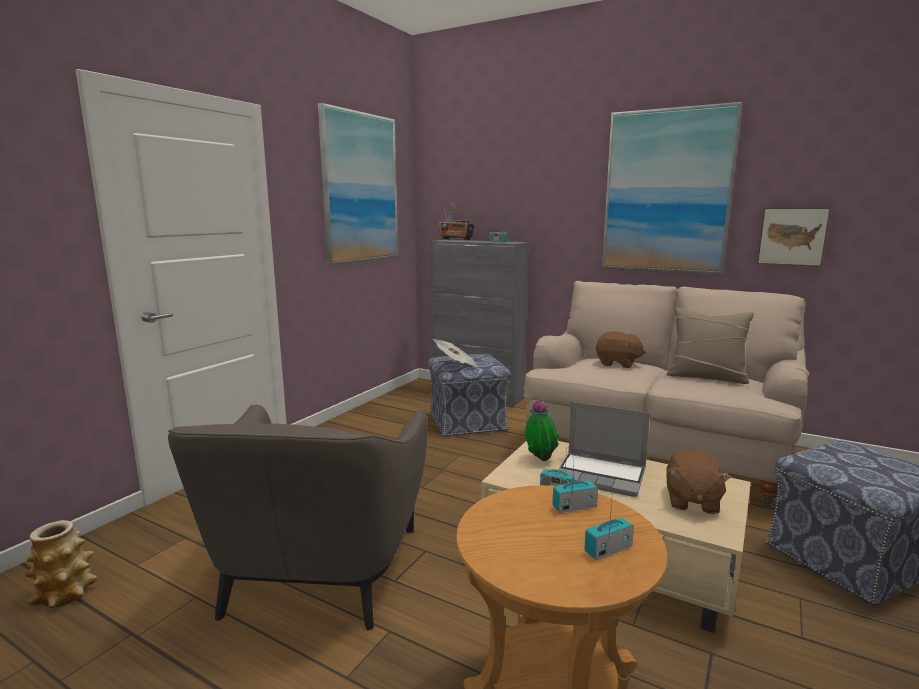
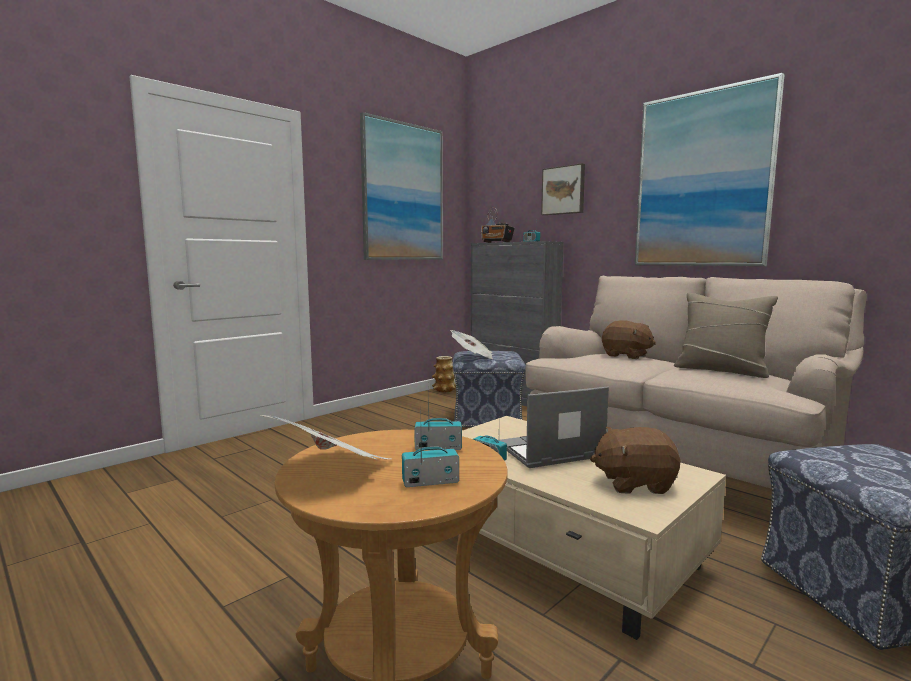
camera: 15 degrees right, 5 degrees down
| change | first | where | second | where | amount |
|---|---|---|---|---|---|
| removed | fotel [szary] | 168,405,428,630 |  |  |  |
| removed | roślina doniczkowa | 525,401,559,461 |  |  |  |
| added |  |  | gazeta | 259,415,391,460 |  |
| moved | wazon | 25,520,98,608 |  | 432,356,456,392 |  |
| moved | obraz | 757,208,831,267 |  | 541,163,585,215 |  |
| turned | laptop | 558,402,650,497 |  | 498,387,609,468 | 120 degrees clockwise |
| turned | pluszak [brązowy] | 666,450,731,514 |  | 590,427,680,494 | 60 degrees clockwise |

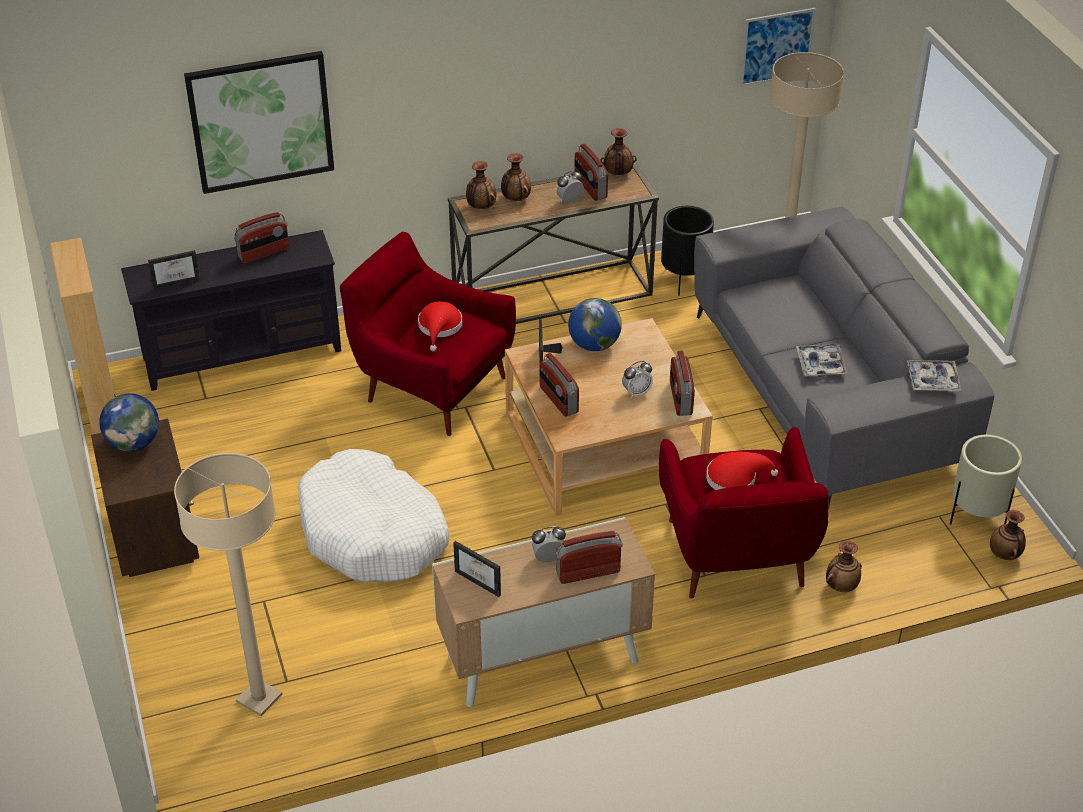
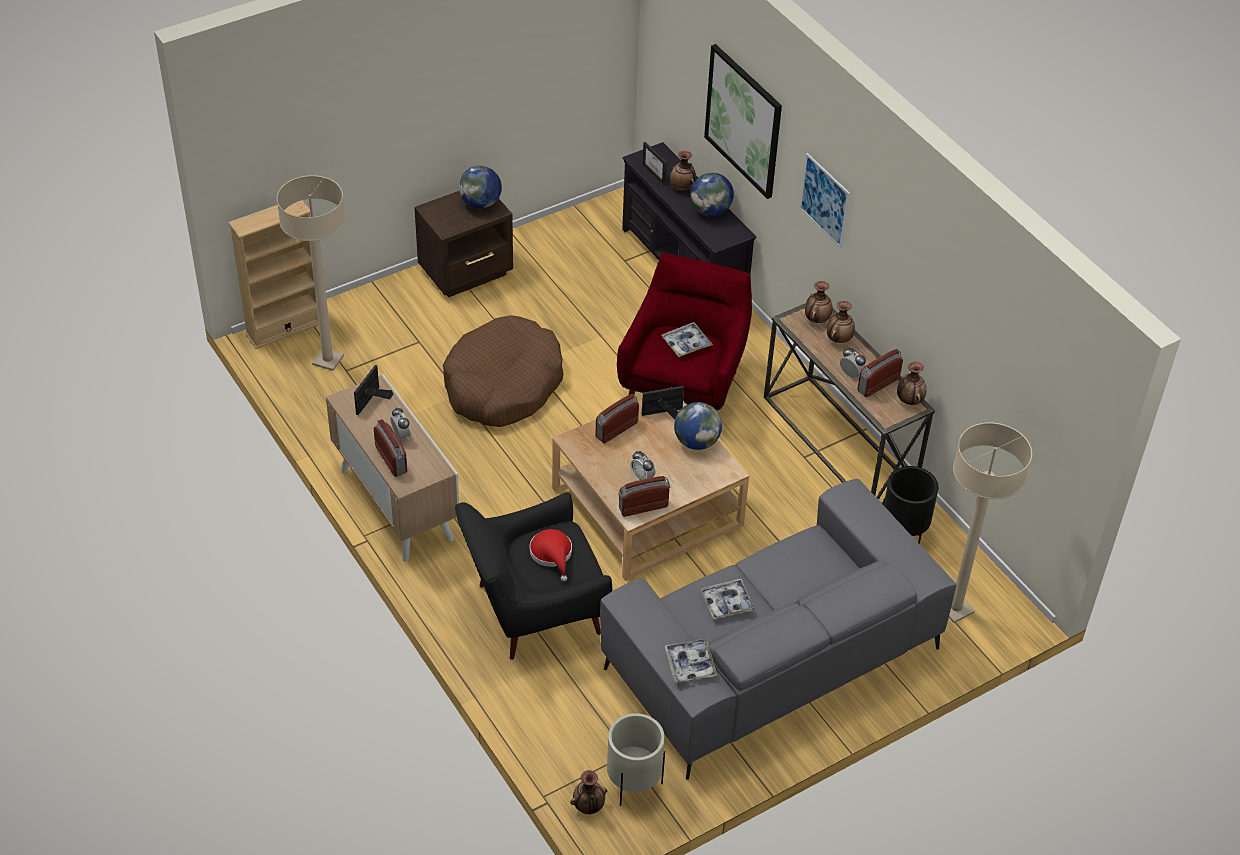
camera: 75 degrees right, 5 degrees up
| change | first | where | second | where | amount |
|---|---|---|---|---|---|
| moved | regał [beżowy] | 50,238,116,434 |  | 228,200,319,349 |  |
| moved | obraz | 740,8,816,87 |  | 799,153,850,249 |  |
| moved | wazon | 826,541,862,592 |  | 670,151,696,190 |  |
| replaced | radio | 234,212,289,263 | globus | 690,173,734,216 |  |
| replaced | kapelusz [czerwony] | 418,301,463,351 | taca | 661,322,713,357 |  |
| recoloured | legowisko [biały] | 298,449,450,582 | legowisko [brązowy] | 443,315,564,427 |  |
| recoloured | fotel [czerwony] | 659,427,828,598 | fotel [czarny] | 455,492,612,660 |  |

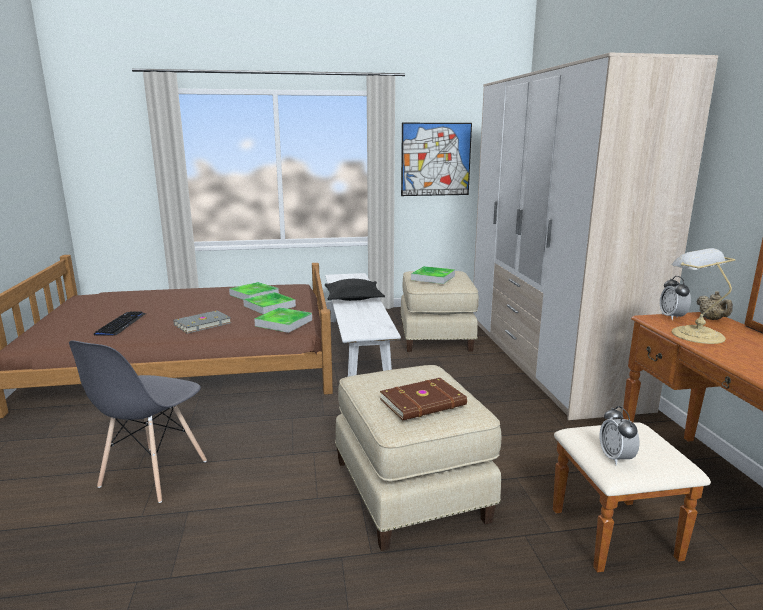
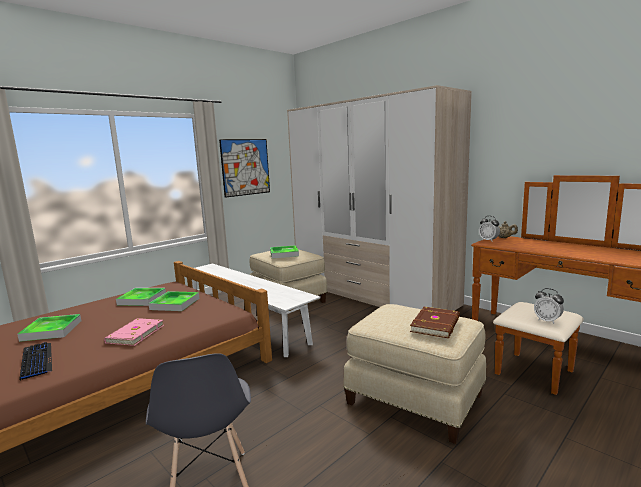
camera: 35 degrees left, 5 degrees down
| change | first | where | second | where | amount |
|---|---|---|---|---|---|
| removed | poduszka [czarny] | 325,279,385,301 |  |  |  |
| removed | lampa stołowa | 671,248,735,344 |  |  |  |
| moved | taca | 254,307,312,333 |  | 17,314,81,342 |  |
| recoloured | książka [szary] | 173,310,231,333 | książka [różowy] | 104,318,164,346 |  |

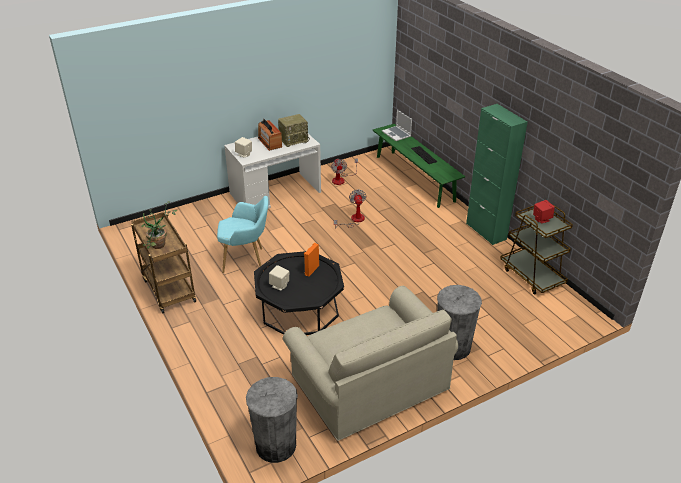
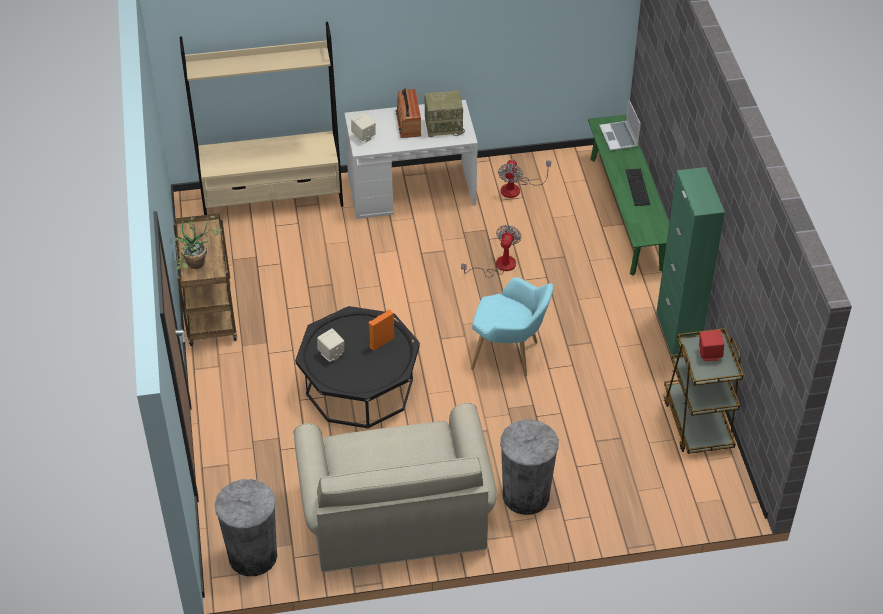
camera: 20 degrees right, 10 degrees up
| change | first | where | second | where | amount |
|---|---|---|---|---|---|
| added |  |  | regał [beżowy] | 180,22,343,215 |  |
| moved | fotel [turkusowy] | 217,196,268,273 |  | 471,277,554,377 |  |

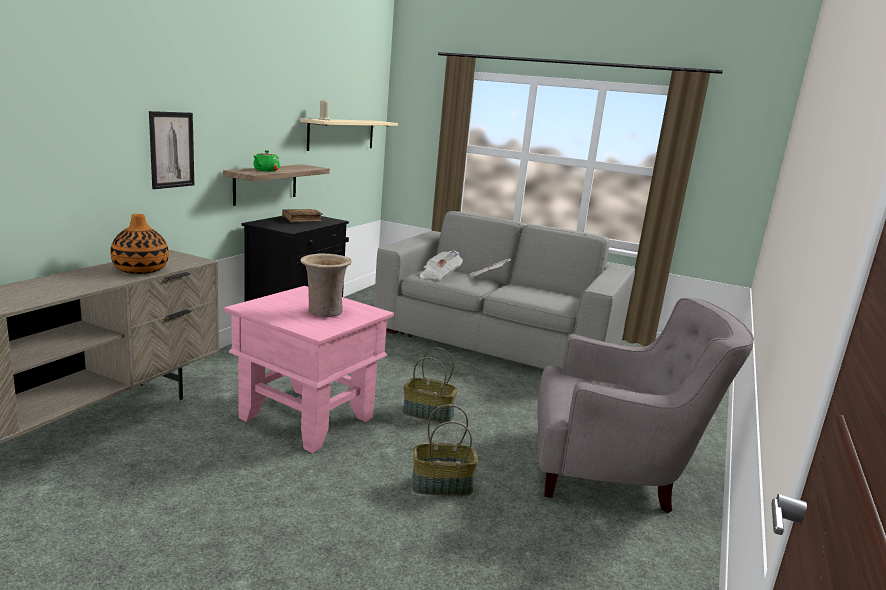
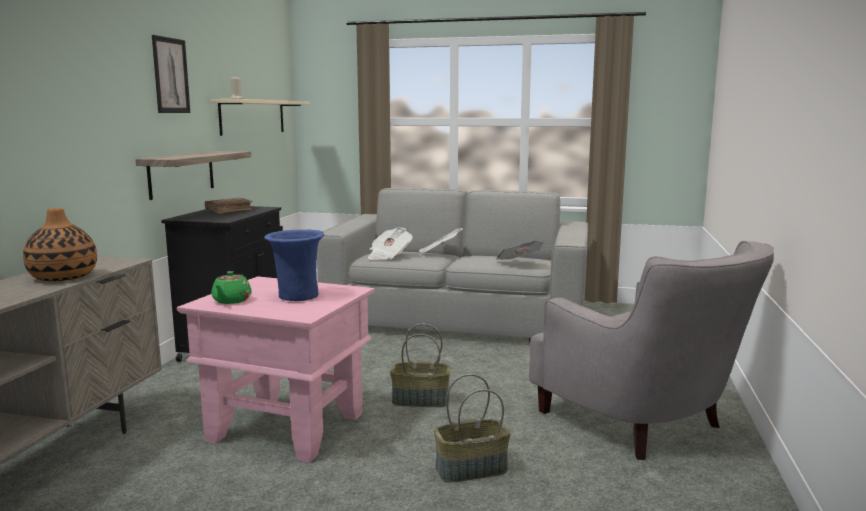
camera: 10 degrees left, 5 degrees down
| change | first | where | second | where | amount |
|---|---|---|---|---|---|
| added |  |  | gazeta | 496,241,543,260 |  |
| moved | obraz | 149,111,194,189 |  | 152,35,190,113 |  |
| moved | imbryk [zielony] | 253,150,280,172 |  | 211,271,252,304 |  |
| recoloured | wazon [beżowy] | 300,254,352,317 | wazon [niebieski] | 264,230,324,301 |  |
| turned | fotel [szary] | 537,298,754,513 |  | 529,241,774,460 | 60 degrees clockwise |

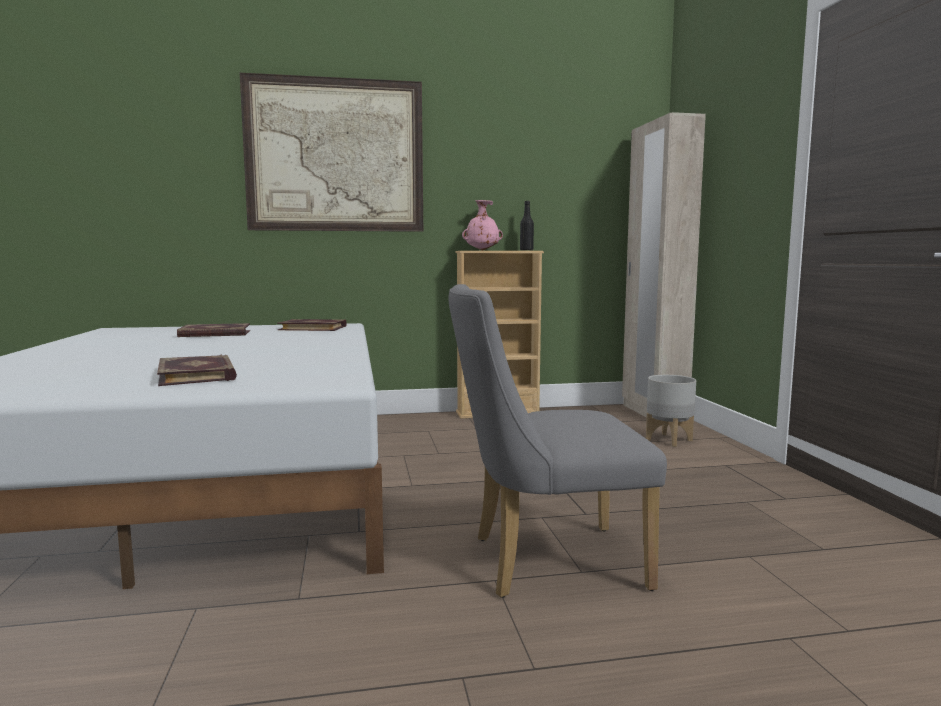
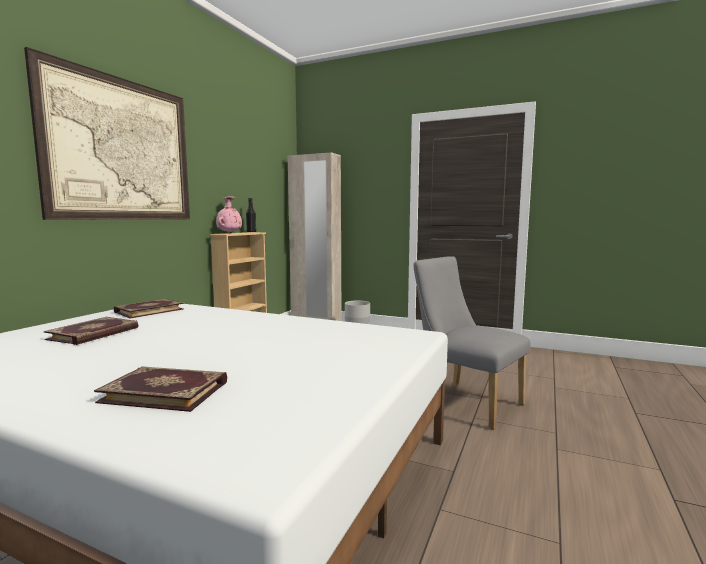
camera: 55 degrees left, 0 degrees up
| change | first | where | second | where | amount |
|---|---|---|---|---|---|
| moved | książka | 157,355,237,386 |  | 94,366,227,412 |  |
| turned | krzesło [szary] | 449,284,667,598 |  | 413,256,530,430 | 105 degrees clockwise |

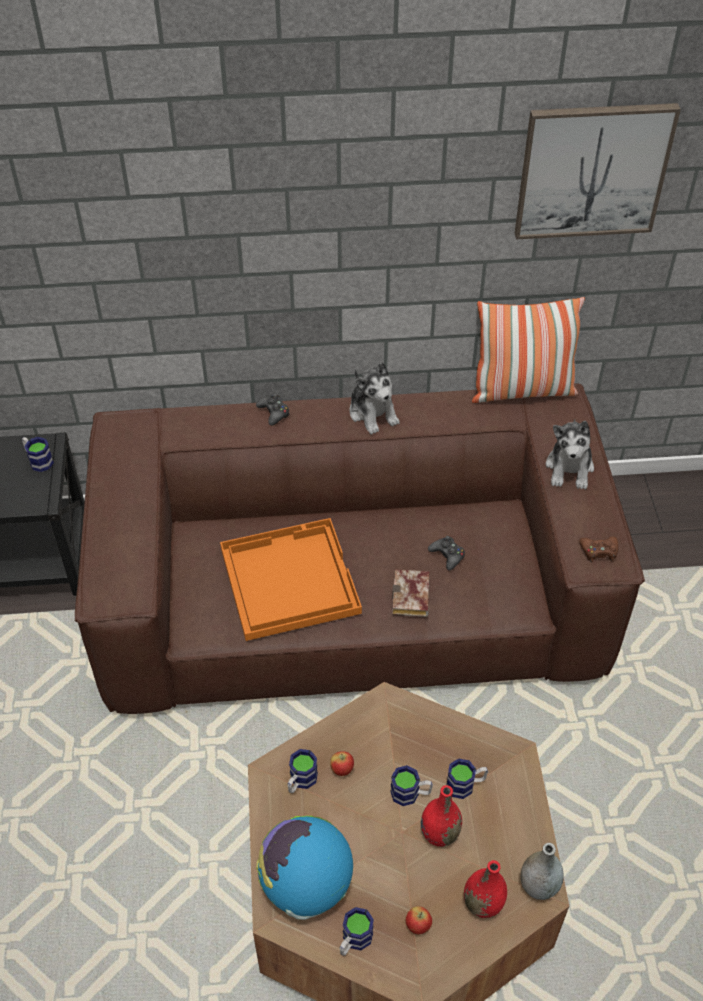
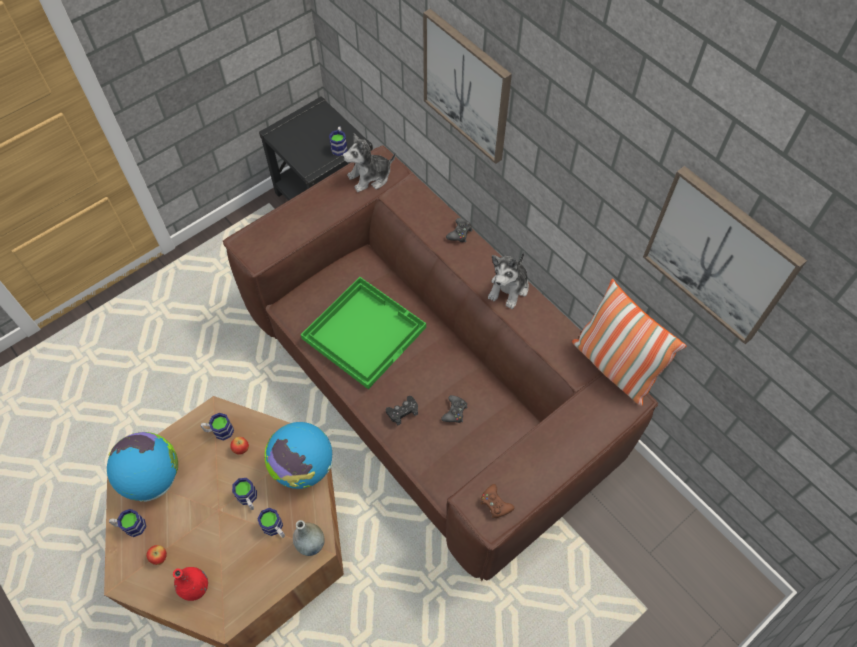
camera: 55 degrees right, 10 degrees up
| change | first | where | second | where | amount |
|---|---|---|---|---|---|
| removed | wazon [czerwony] | 421,785,462,847 |  |  |  |
| added |  |  | globus | 264,422,332,489 |  |
| added |  |  | obraz | 423,9,512,164 |  |
| moved | wazon [szary] | 520,843,564,900 |  | 293,520,324,556 |  |
| moved | pluszak | 546,419,594,489 |  | 343,133,396,192 |  |
| replaced | książka | 392,569,430,617 | pad do gier [czarny] | 386,396,418,425 |  |
| recoloured | taca [pomarańczowy] | 220,518,362,641 | taca [zielony] | 301,277,426,389 |  |

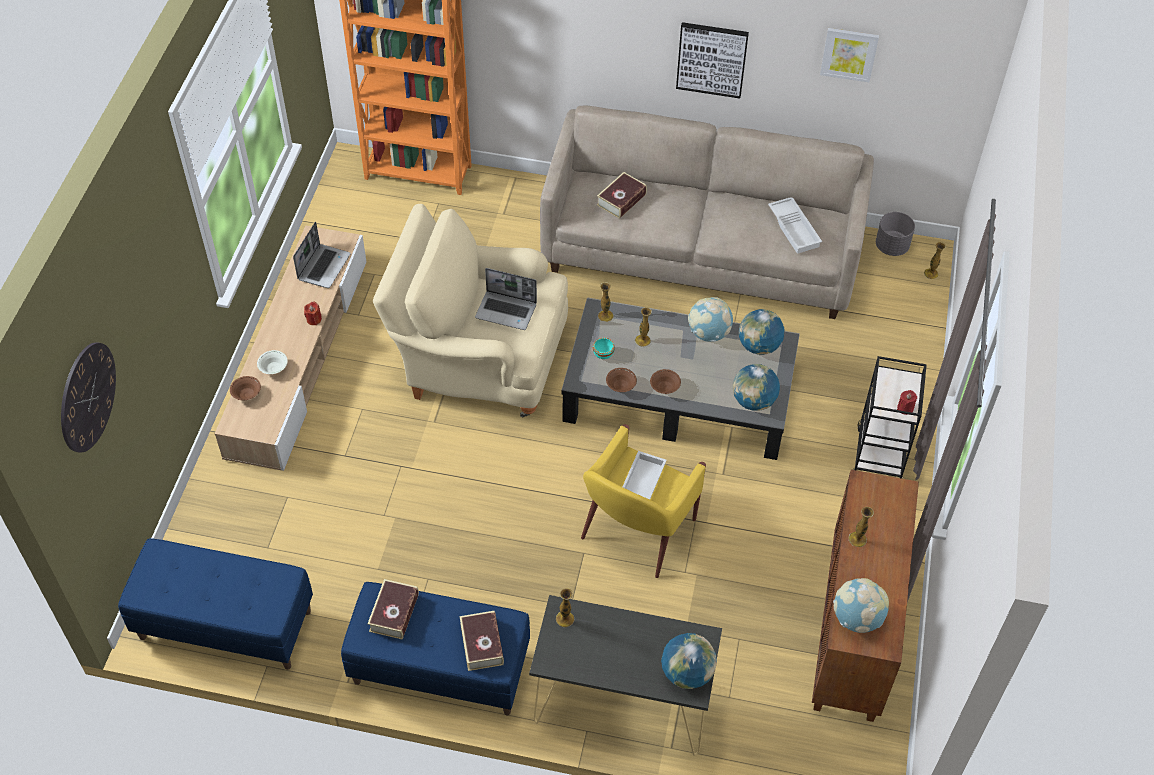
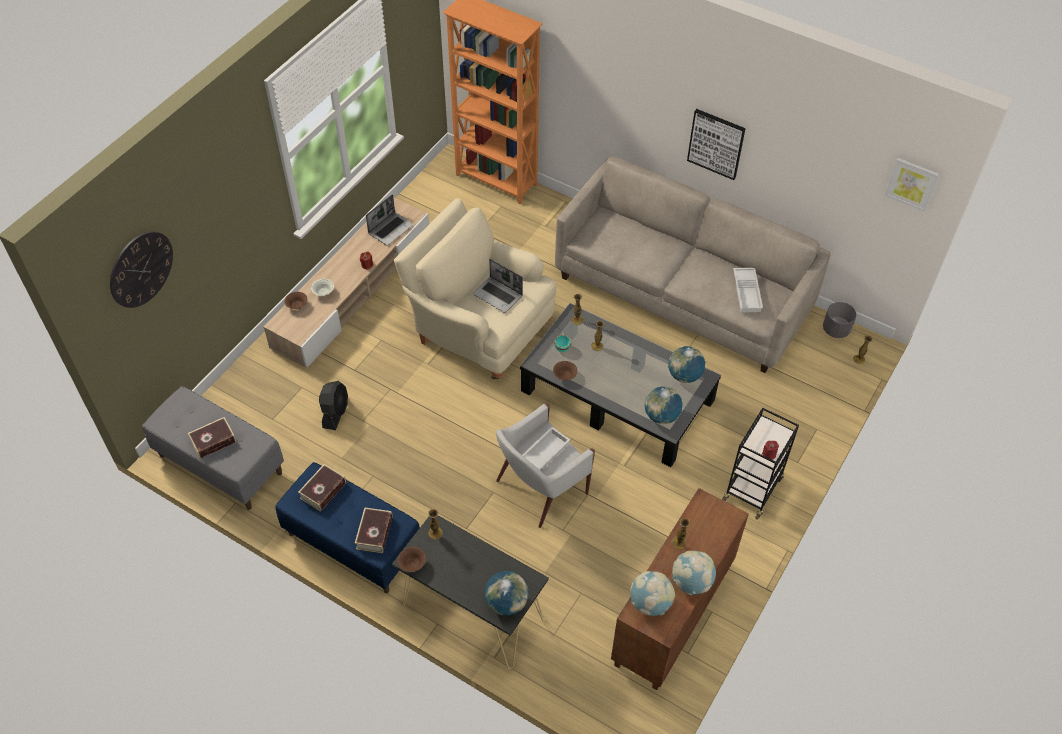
camera: 20 degrees right, 0 degrees up
| change | first | where | second | where | amount |
|---|---|---|---|---|---|
| added |  |  | wentylator [czarny] | 319,381,348,430 |  |
| moved | książka | 597,172,647,219 |  | 188,417,237,459 |  |
| moved | miska [brązowy] | 650,369,681,394 |  | 398,547,426,572 |  |
| moved | globus | 688,297,733,342 |  | 672,551,716,595 |  |
| moved | obraz | 820,28,879,82 |  | 884,158,939,212 |  |
| recoloured | ławka [niebieski] | 118,538,313,670 | ławka [szary] | 142,386,284,510 |  |
| recoloured | fotel [żółty] | 581,424,706,578 | fotel [biały] | 496,403,595,528 |  |

